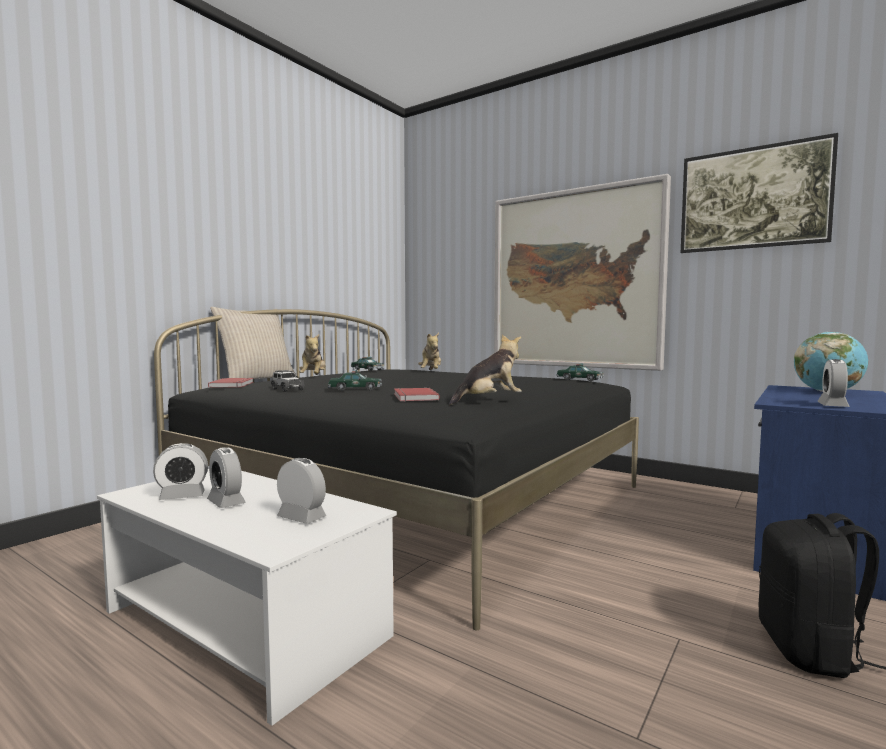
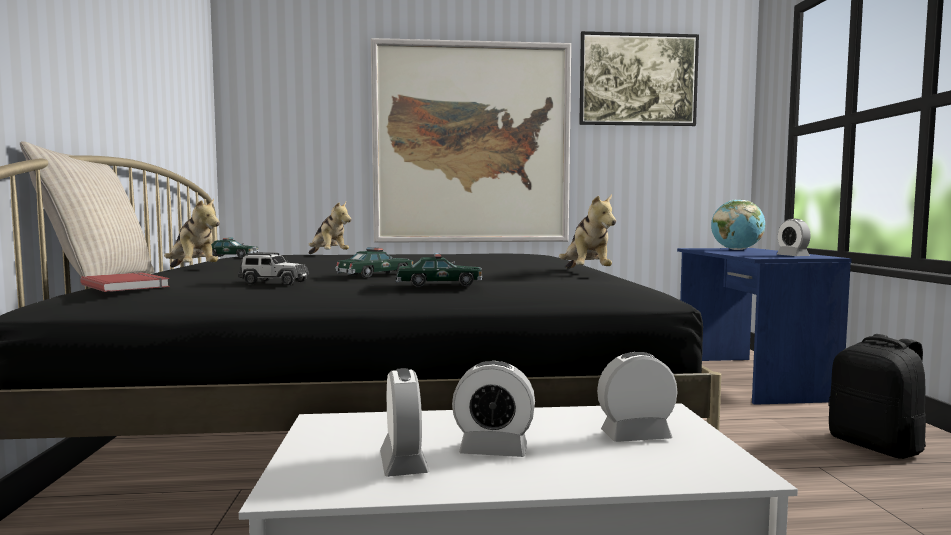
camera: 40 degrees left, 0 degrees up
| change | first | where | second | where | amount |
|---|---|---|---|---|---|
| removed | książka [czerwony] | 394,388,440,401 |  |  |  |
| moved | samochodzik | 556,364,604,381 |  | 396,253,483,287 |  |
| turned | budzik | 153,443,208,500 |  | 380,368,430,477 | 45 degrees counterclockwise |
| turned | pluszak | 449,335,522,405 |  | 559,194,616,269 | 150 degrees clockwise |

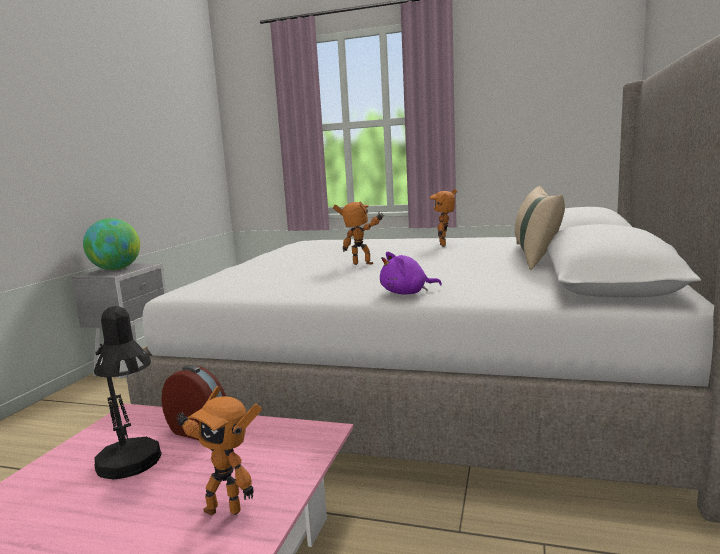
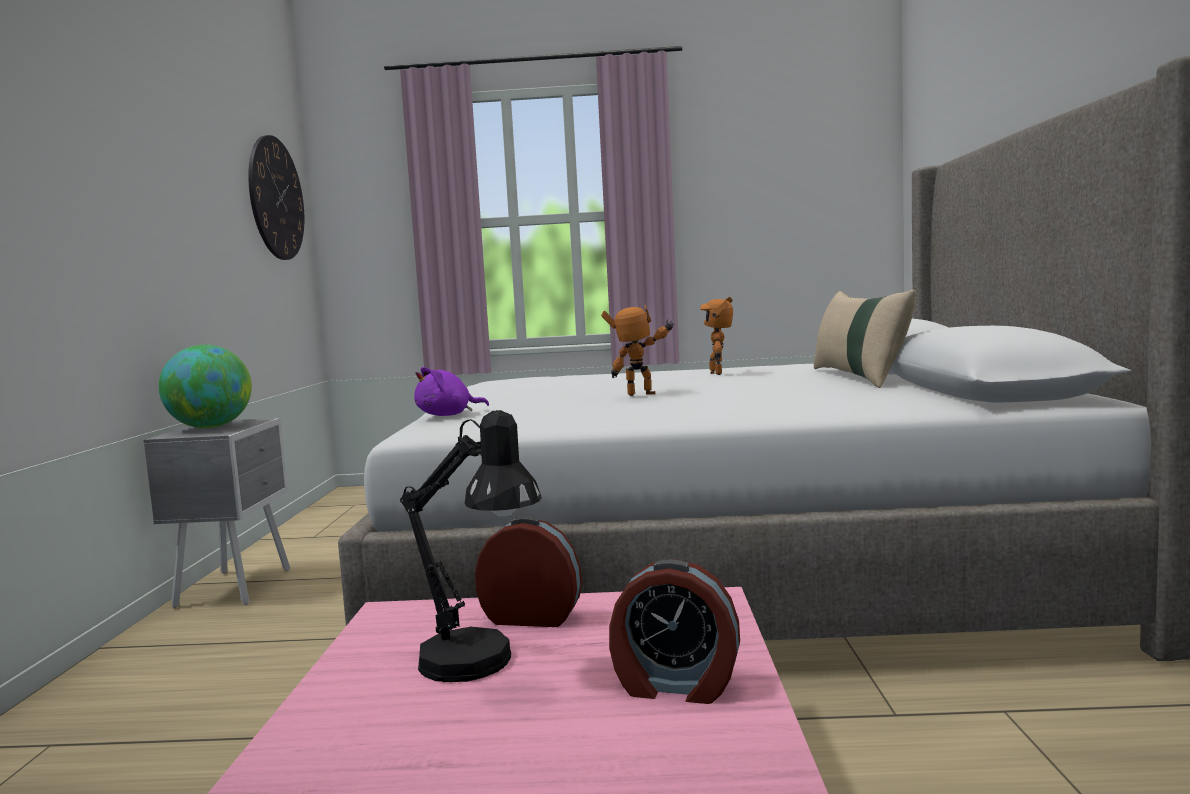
camera: 15 degrees left, 5 degrees down
| change | first | where | second | where | amount |
|---|---|---|---|---|---|
| added |  |  | zegar ścienny | 248,135,304,260 |  |
| moved | pluszak [fioletowy] | 380,252,442,294 |  | 414,367,489,416 |  |
| replaced | robot zabawkowy | 175,386,262,515 | budzik | 609,559,740,704 |  |

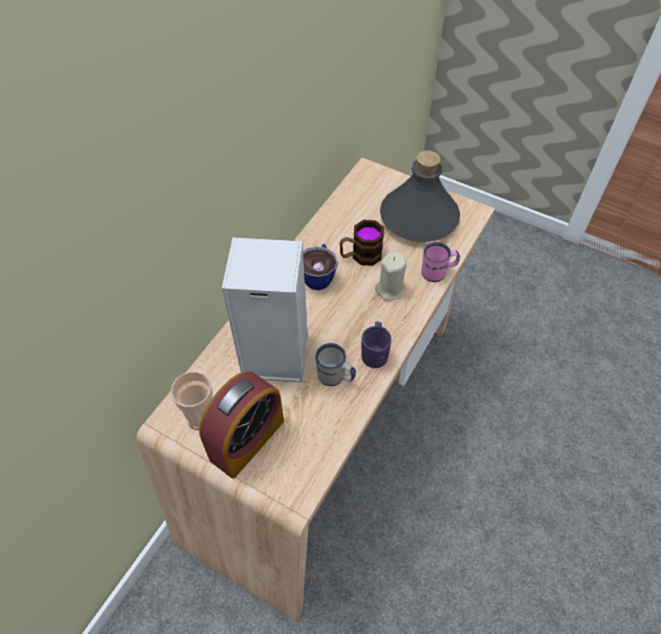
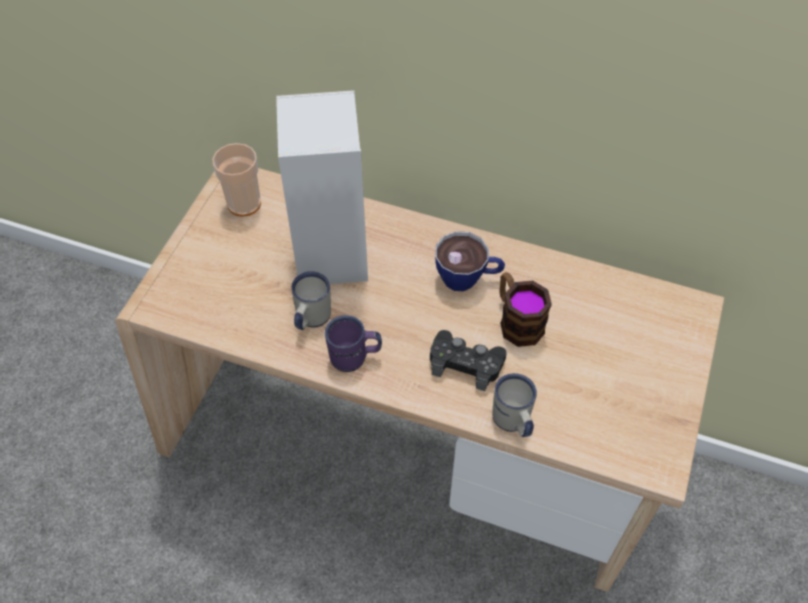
camera: 80 degrees right, 0 degrees up
| change | first | where | second | where | amount |
|---|---|---|---|---|---|
| removed | budzik | 199,371,284,478 |  |  |  |
| removed | butelka [szary] | 380,151,460,242 |  |  |  |
| replaced | świeca [beżowy] | 375,252,406,301 | pad do gier [czarny] | 430,330,507,391 |  |
| recoloured | kubek [różowy] | 422,242,460,282 | kubek [biały] | 492,373,537,437 |  |

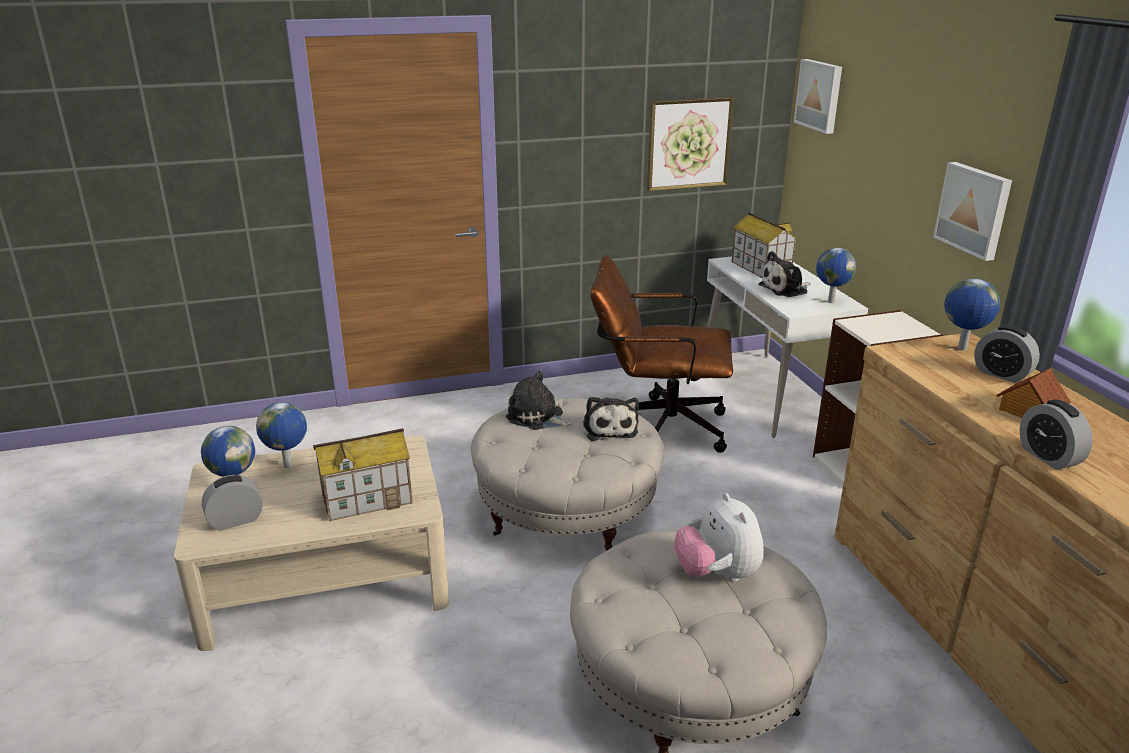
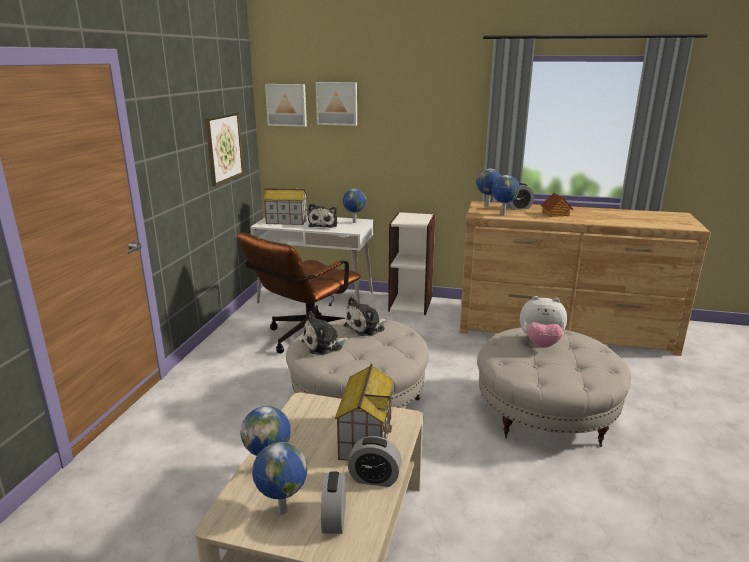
camera: 60 degrees left, 5 degrees down
| change | first | where | second | where | amount |
|---|---|---|---|---|---|
| added |  |  | globus | 491,175,519,215 |  |
| moved | obraz | 933,162,1012,261 |  | 316,82,357,126 |  |
| moved | budzik | 1020,399,1093,470 |  | 348,436,402,487 |  |
| turned | pluszak | 583,397,639,441 |  | 344,297,386,336 | 120 degrees clockwise |

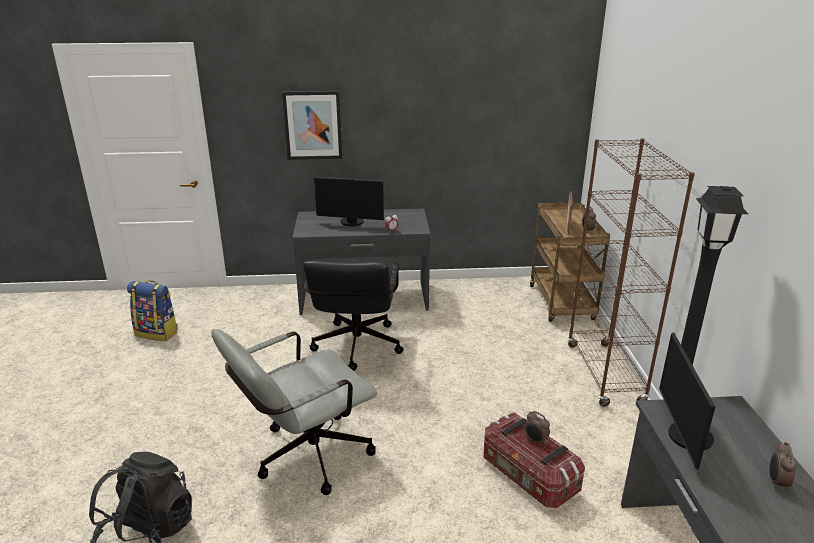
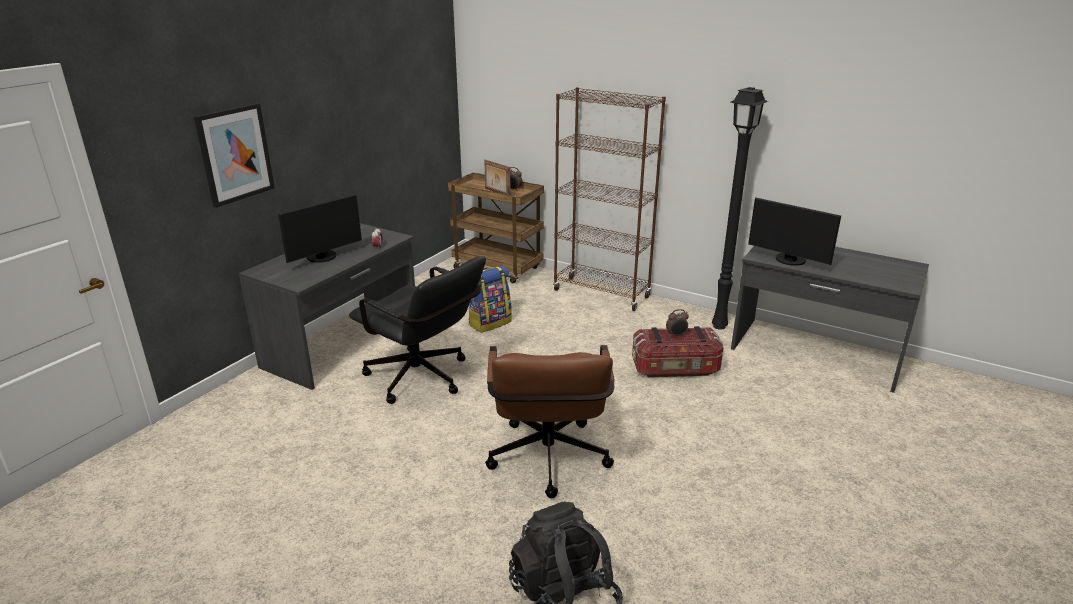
camera: 55 degrees left, 0 degrees up
| change | first | where | second | where | amount |
|---|---|---|---|---|---|
| removed | budzik | 769,442,797,490 |  |  |  |
| moved | plecak | 127,280,178,341 |  | 469,266,512,333 |  |
| recoloured | krzesło biurowe [szary] | 211,329,377,495 | krzesło biurowe [brązowy] | 485,345,615,498 |  |

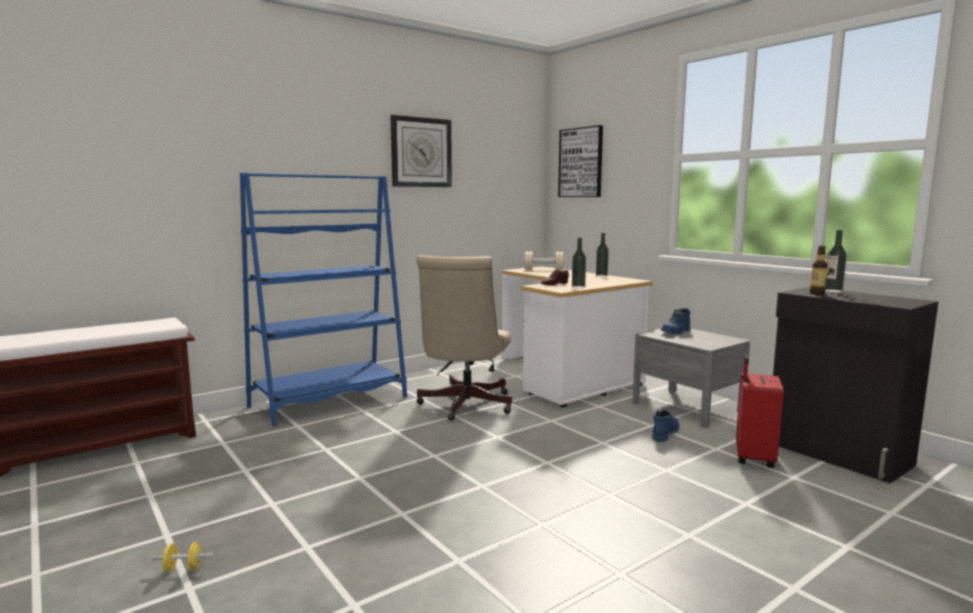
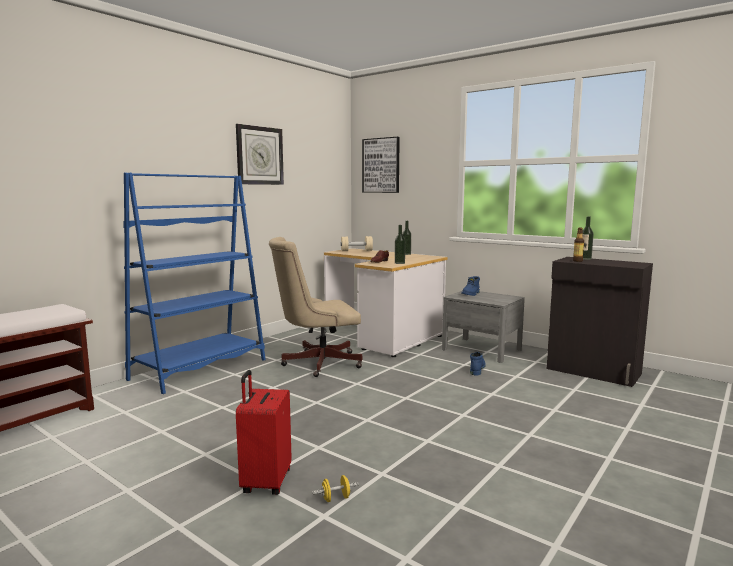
camera: 15 degrees left, 0 degrees up
| change | first | where | second | where | amount |
|---|---|---|---|---|---|
| moved | hantel [żółty] | 151,542,214,572 |  | 312,475,359,502 |  |
| moved | walizka [czerwony] | 736,354,784,468 |  | 236,370,292,495 |  |
| turned | krzesło biurowe [beżowy] | 416,255,512,421 |  | 269,237,362,377 | 75 degrees clockwise |

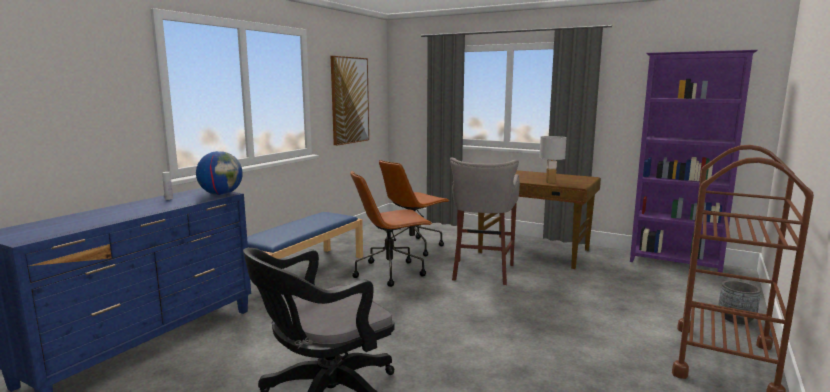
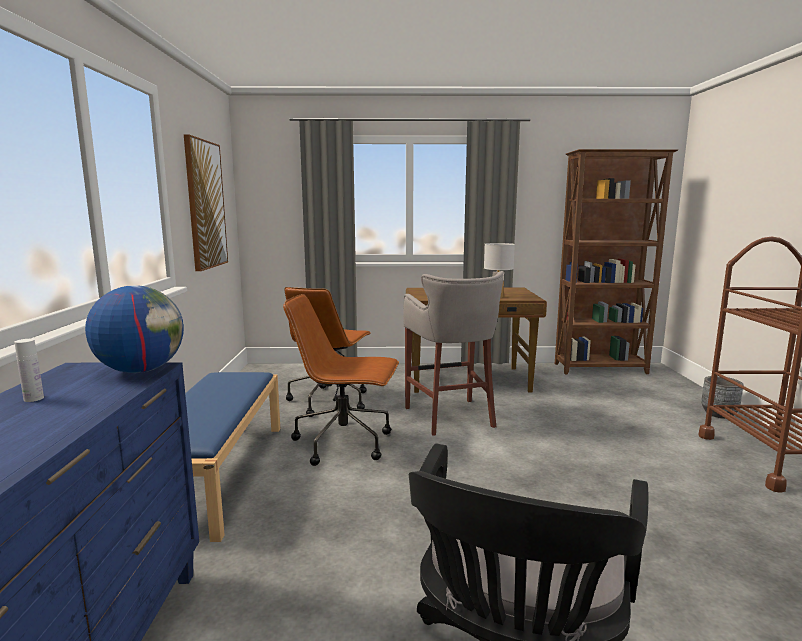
camera: 30 degrees left, 0 degrees up
| change | first | where | second | where | amount |
|---|---|---|---|---|---|
| recoloured | regał [fioletowy] | 630,50,758,273 | regał [brązowy] | 555,149,678,374 |  |
| turned | krzesło biurowe [brązowy] | 350,171,432,287 |  | 283,294,399,466 | 60 degrees clockwise |

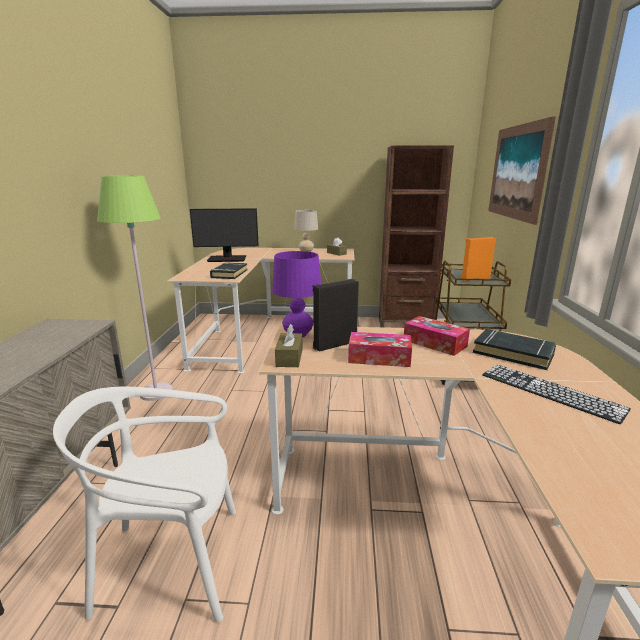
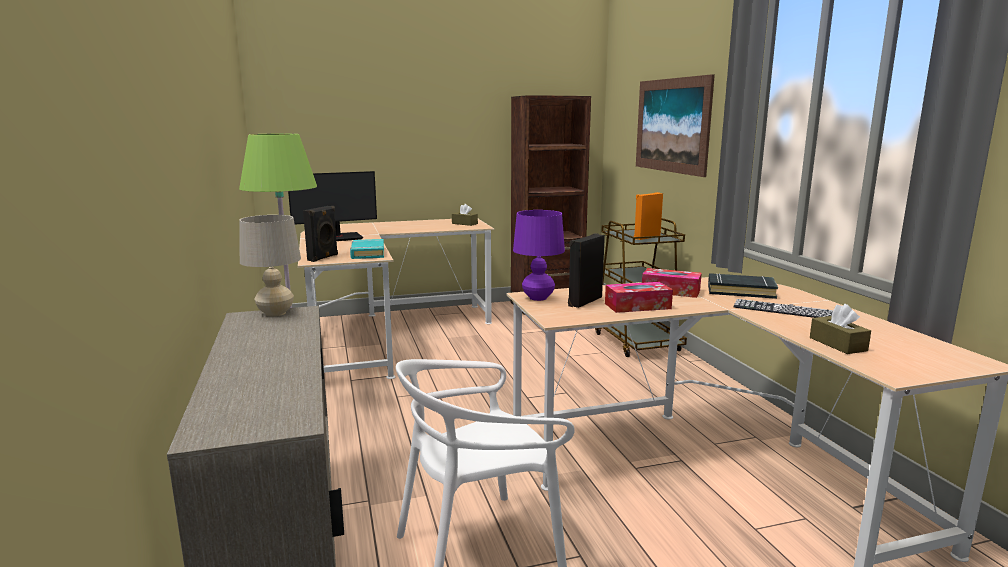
camera: 20 degrees left, 5 degrees down
| change | first | where | second | where | amount |
|---|---|---|---|---|---|
| added |  |  | głośnik [czarny] | 303,206,338,262 |  |
| moved | pudełko chusteczek [brązowy] | 275,324,303,367 |  | 810,304,871,354 |  |
| moved | lampa stołowa [beżowy] | 294,210,318,252 |  | 239,215,301,316 |  |
| recoloured | książka [czarny] | 210,263,248,279 | książka [turkusowy] | 350,239,384,259 |  |

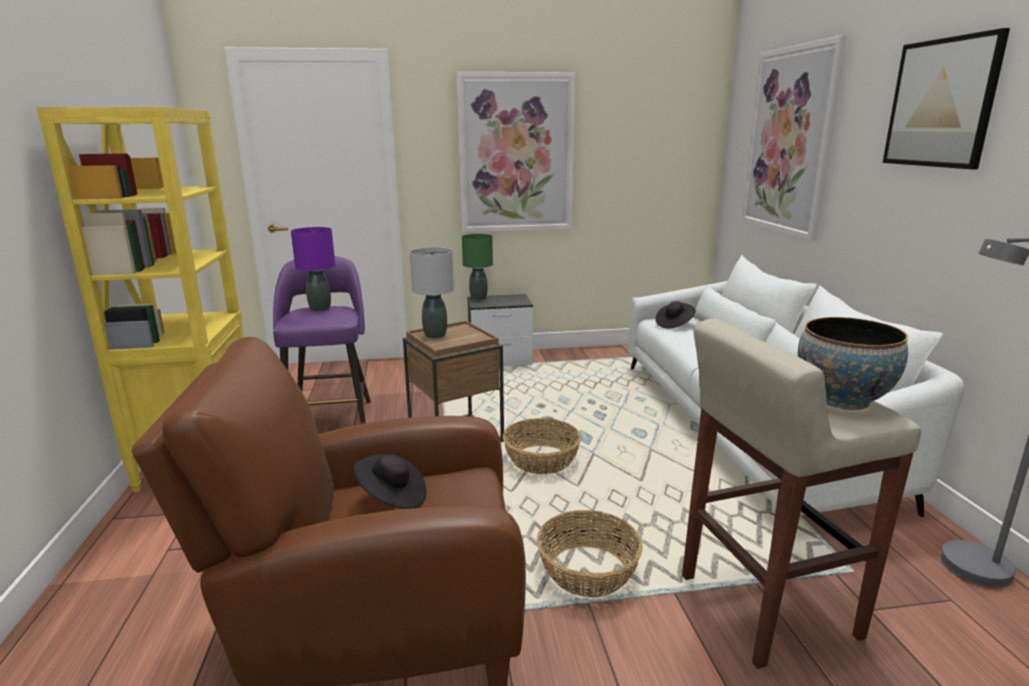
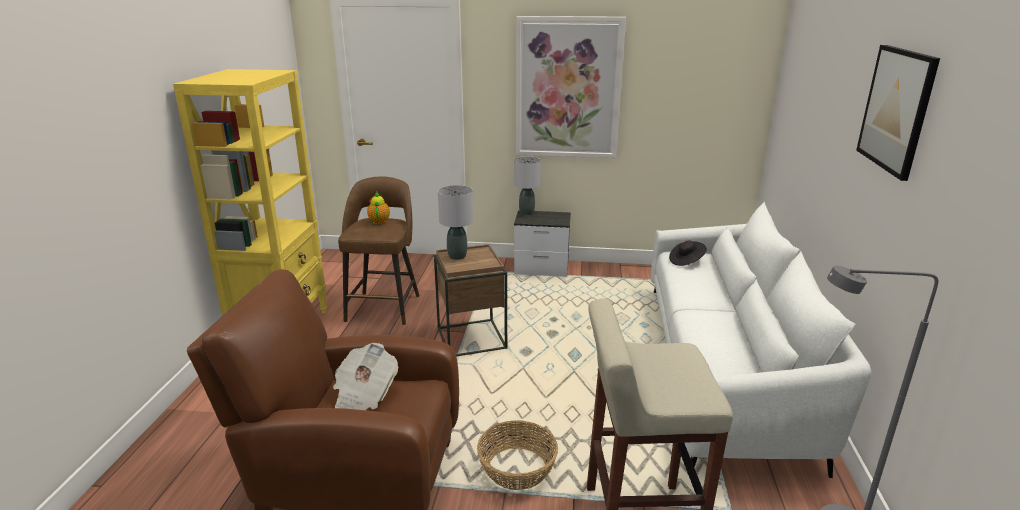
camera: 15 degrees right, 5 degrees up
| change | first | where | second | where | amount |
|---|---|---|---|---|---|
| removed | koszyk | 503,418,581,474 |  |  |  |
| removed | obraz | 741,35,847,241 |  |  |  |
| removed | miska | 798,317,908,410 |  |  |  |
| replaced | lampa stołowa [fioletowy] | 291,227,335,311 | imbryk | 367,192,390,224 |  |
| replaced | kapelusz [czarny] | 353,454,426,509 | gazeta | 333,343,398,410 |  |
| recoloured | stołek [fioletowy] | 273,256,371,424 | stołek [brązowy] | 338,176,420,325 |  |
| recoloured | lampa stołowa [zielony] | 462,234,493,300 | lampa stołowa [szary] | 514,157,541,215 |  |

